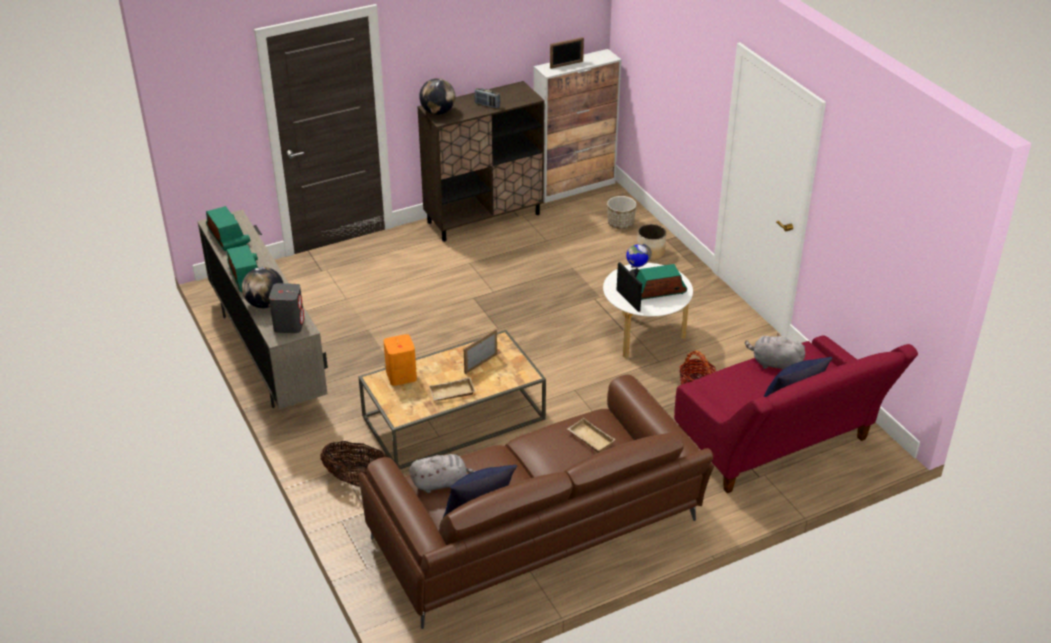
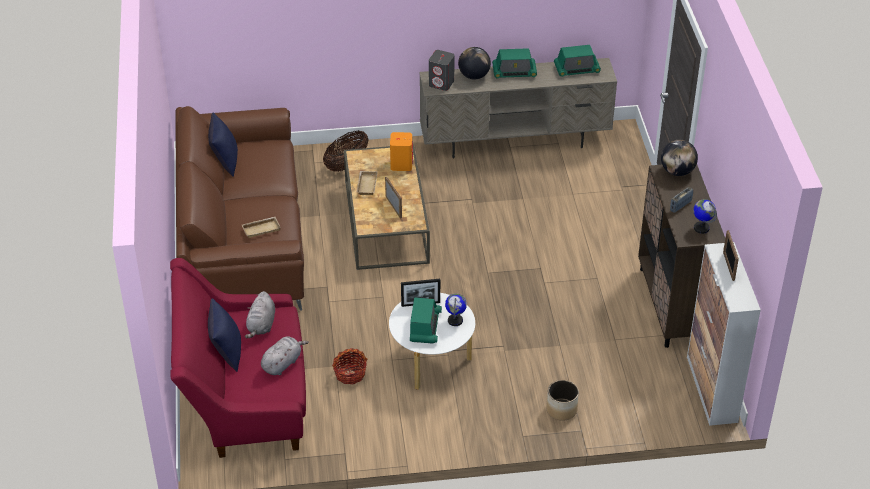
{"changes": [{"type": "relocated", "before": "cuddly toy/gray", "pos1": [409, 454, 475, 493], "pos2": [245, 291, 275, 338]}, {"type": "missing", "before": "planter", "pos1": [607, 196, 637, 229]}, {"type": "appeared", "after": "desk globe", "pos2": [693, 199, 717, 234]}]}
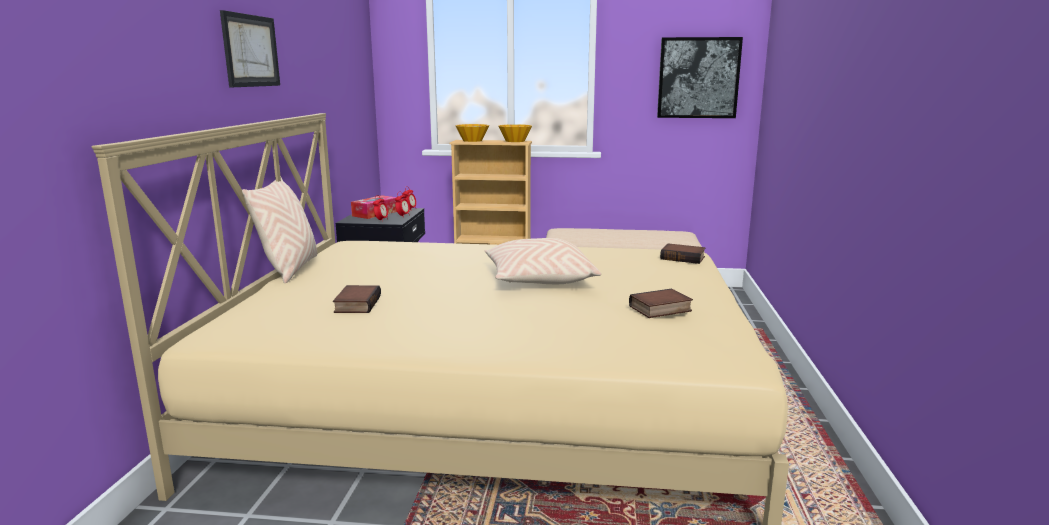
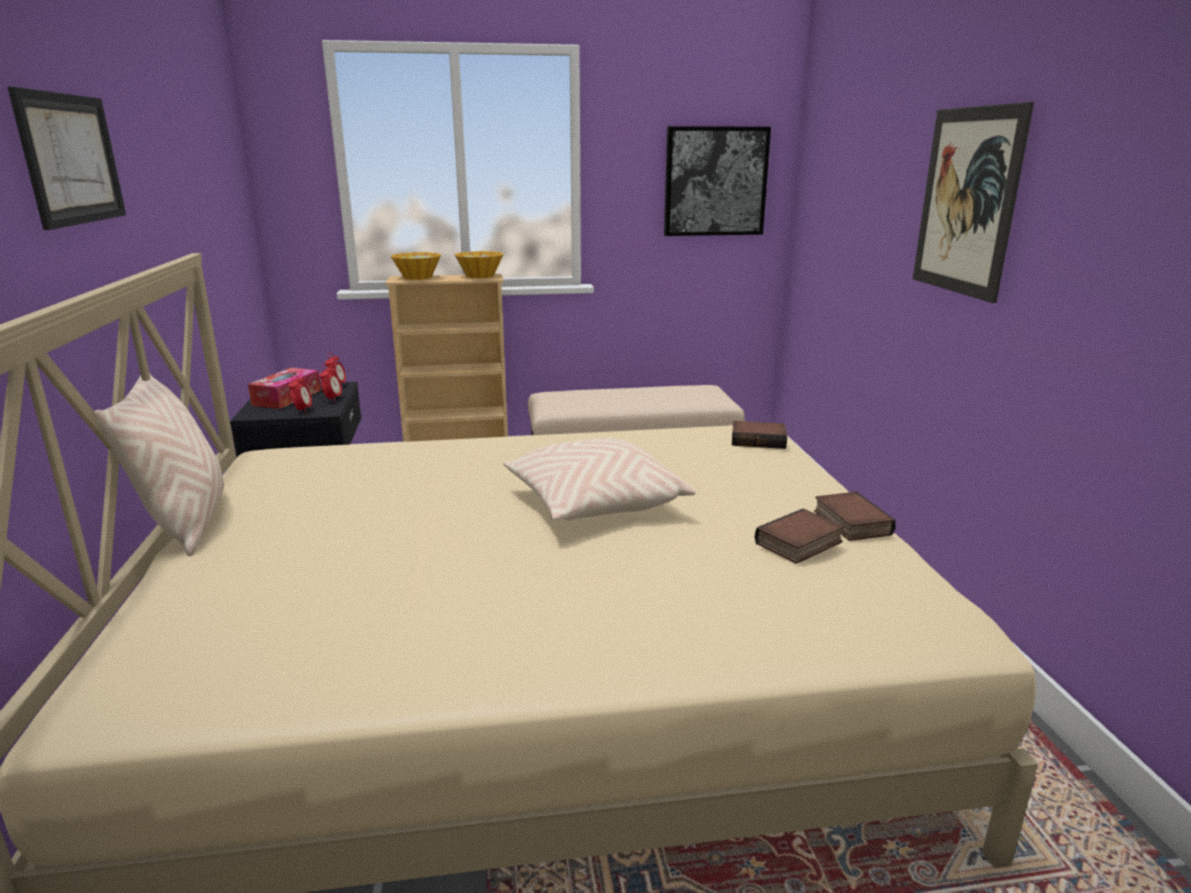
{"changes": [{"type": "relocated", "before": "volume", "pos1": [333, 285, 381, 313], "pos2": [814, 492, 896, 541]}, {"type": "appeared", "after": "wall art", "pos2": [913, 102, 1034, 303]}]}
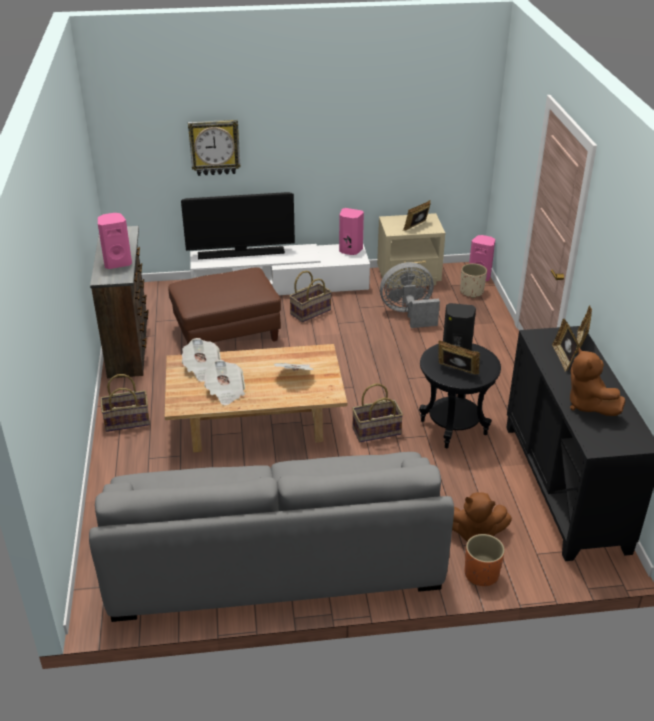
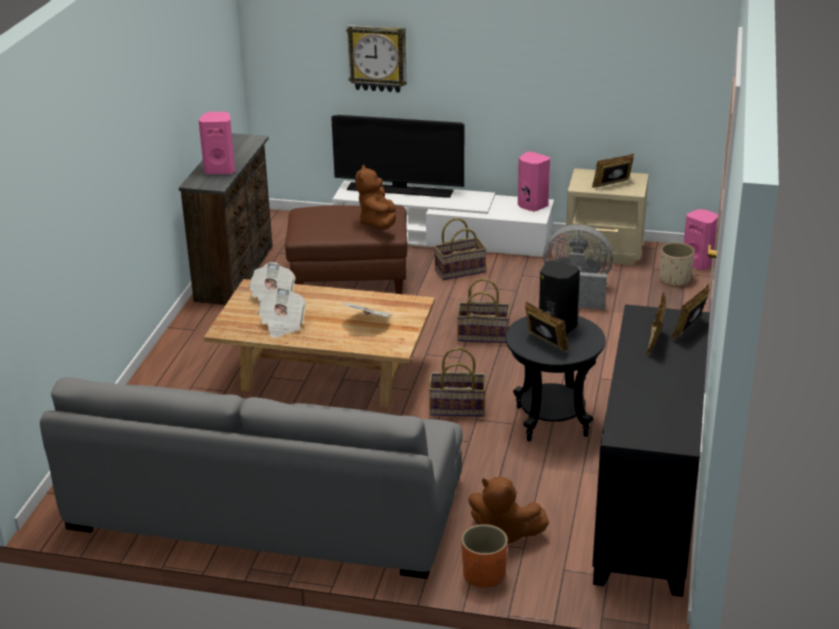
{"changes": [{"type": "relocated", "before": "household basket", "pos1": [100, 374, 150, 432], "pos2": [457, 278, 510, 343]}, {"type": "relocated", "before": "cuddly toy/brownish", "pos1": [570, 347, 625, 416], "pos2": [355, 165, 396, 229]}]}
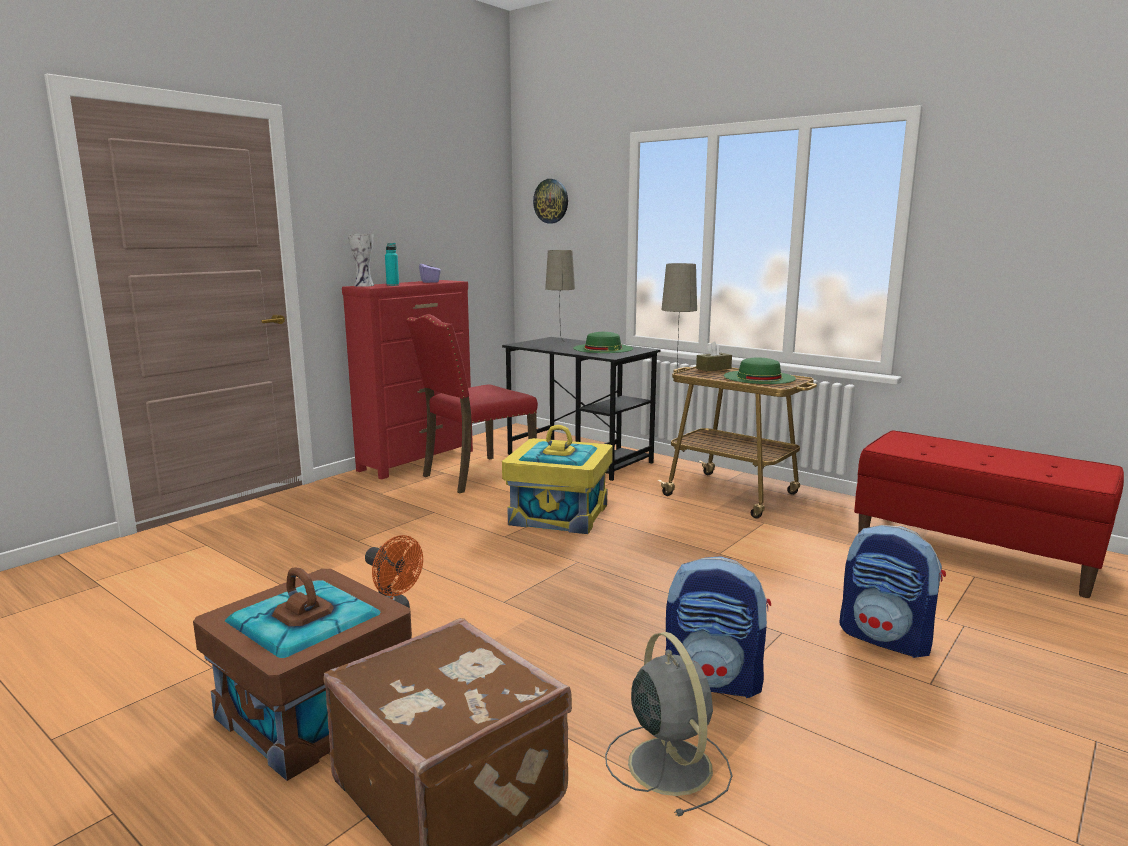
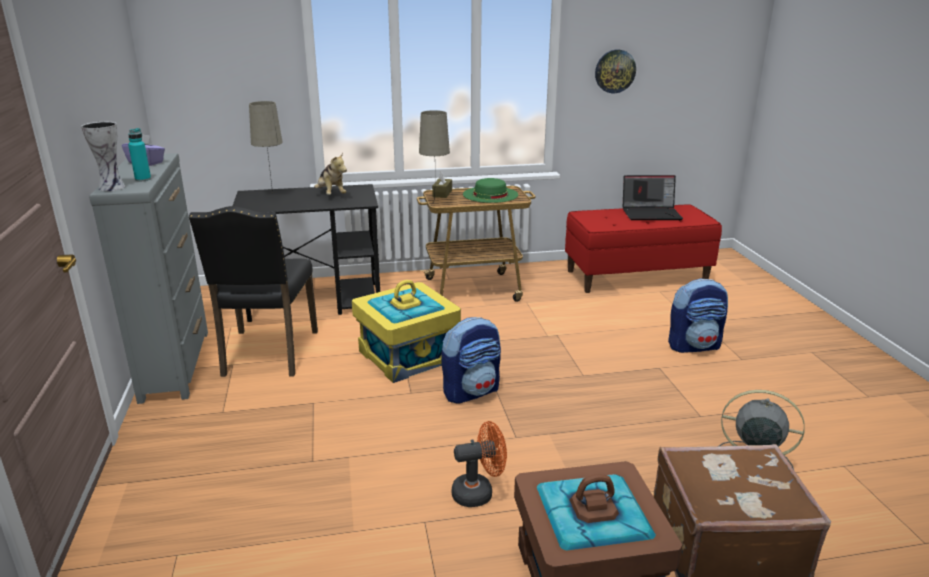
{"changes": [{"type": "colour", "before": "chest of drawers/reddish", "after": "chest of drawers/gray", "pos1": [342, 280, 473, 480], "pos2": [89, 153, 208, 404]}, {"type": "colour", "before": "upright chair/reddish", "after": "upright chair/blackish", "pos1": [406, 314, 538, 493], "pos2": [189, 206, 318, 377]}, {"type": "relocated", "before": "clock on the wall", "pos1": [533, 179, 568, 223], "pos2": [595, 50, 636, 93]}, {"type": "exchanged", "before": "wearable hat/green-coloured", "after": "cuddly toy", "pos1": [573, 332, 633, 353], "pos2": [314, 152, 347, 195]}, {"type": "relocated", "before": "knapsack", "pos1": [665, 556, 771, 698], "pos2": [441, 317, 501, 404]}, {"type": "appeared", "after": "portable computer", "pos2": [623, 175, 683, 220]}]}
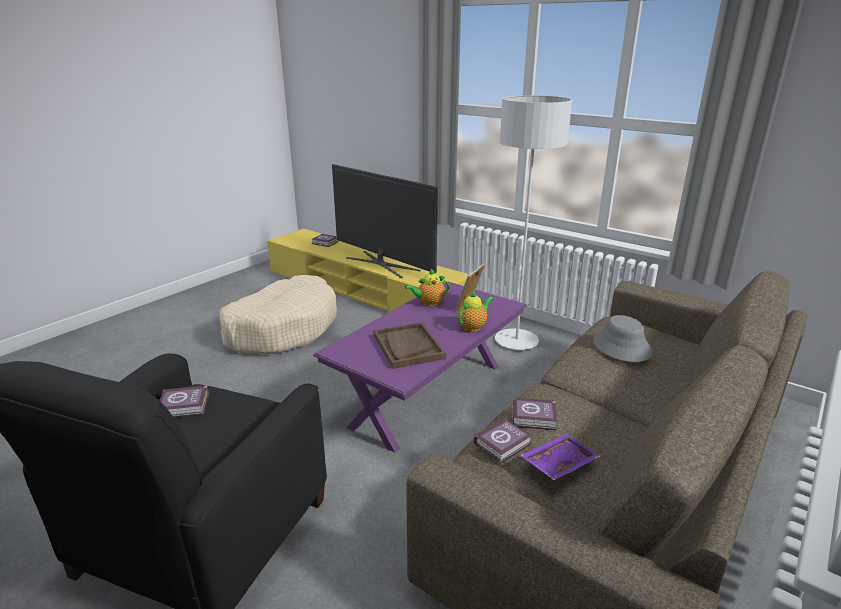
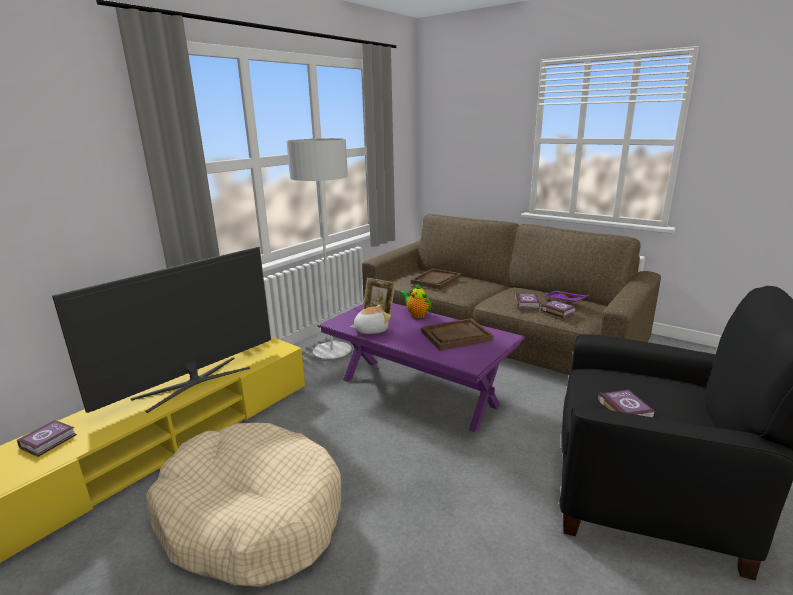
{"changes": [{"type": "exchanged", "before": "pot for tea", "after": "cuddly toy", "pos1": [405, 269, 449, 307], "pos2": [350, 304, 391, 334]}, {"type": "exchanged", "before": "wearable hat/gray", "after": "carrying tray/brownish", "pos1": [593, 315, 653, 362], "pos2": [411, 269, 461, 290]}]}
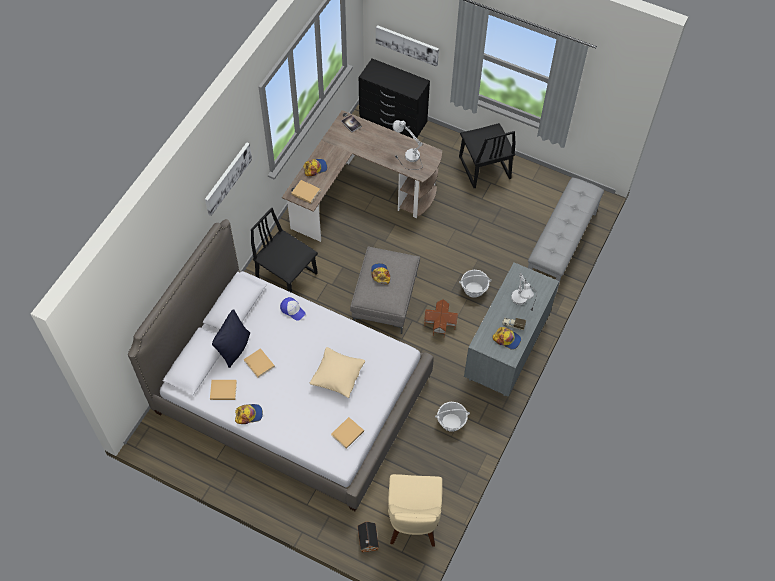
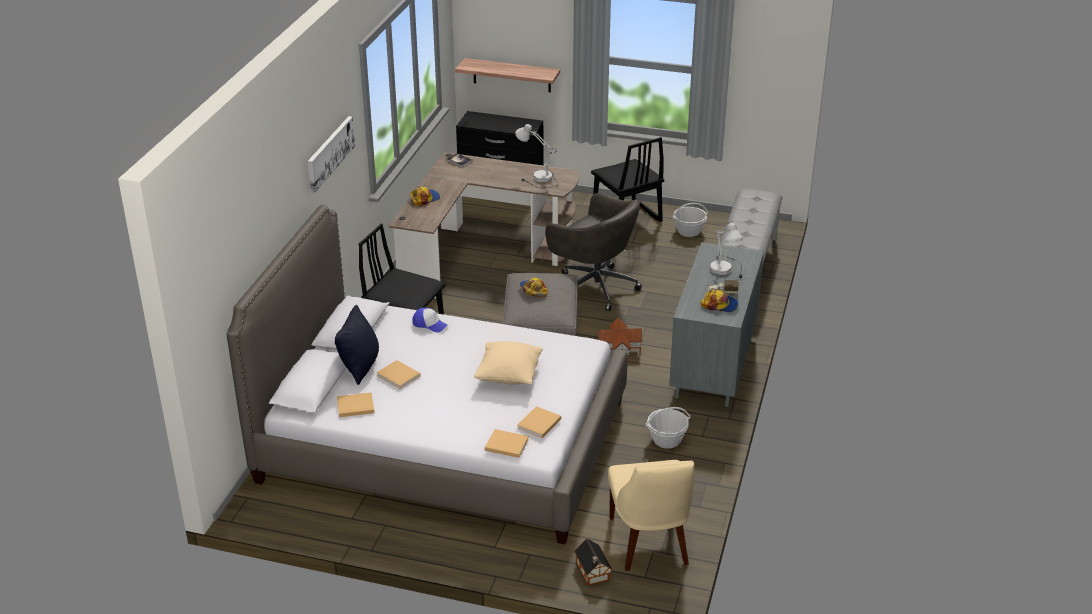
{"changes": [{"type": "missing", "before": "baseball cap", "pos1": [235, 404, 263, 424]}, {"type": "relocated", "before": "volume/sand-coloured", "pos1": [291, 180, 320, 203], "pos2": [485, 429, 529, 458]}, {"type": "exchanged", "before": "wall art", "after": "bracket shelf", "pos1": [376, 25, 439, 67], "pos2": [455, 58, 560, 93]}, {"type": "relocated", "before": "household basket", "pos1": [459, 270, 492, 298], "pos2": [672, 203, 709, 237]}, {"type": "appeared", "after": "office chair/gray", "pos2": [545, 193, 642, 311]}]}
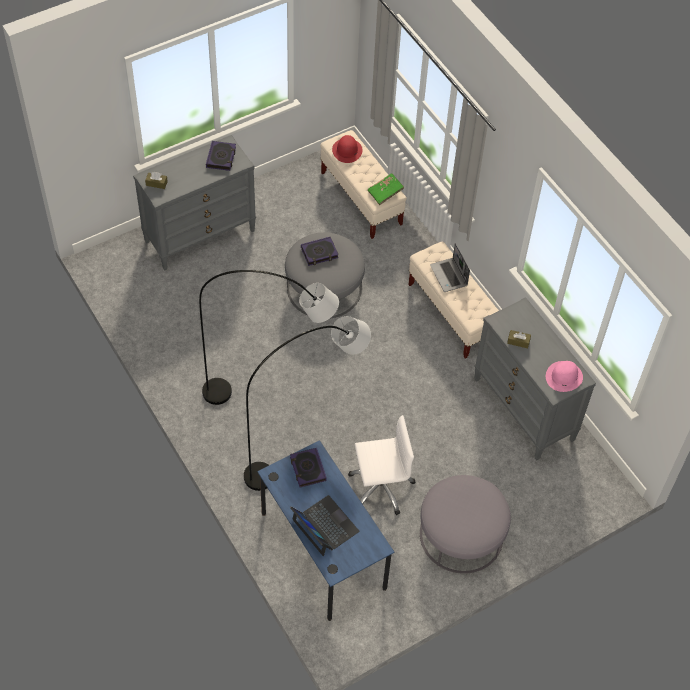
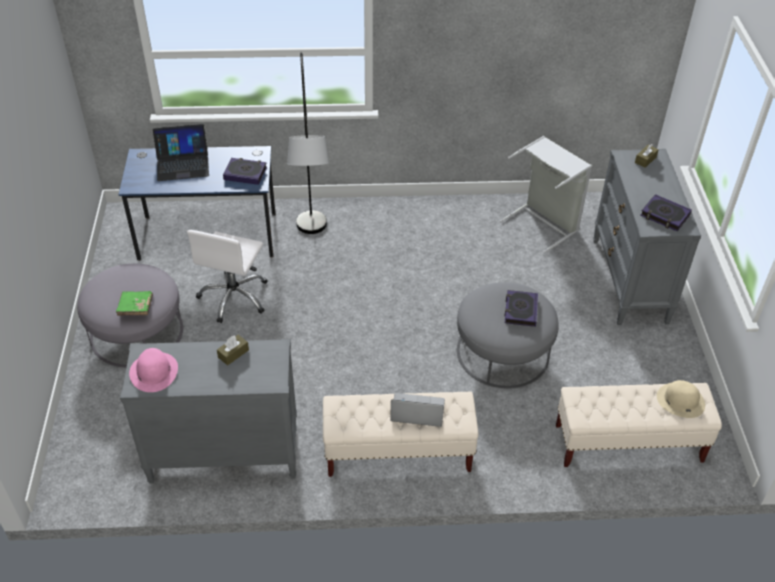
{"changes": [{"type": "missing", "before": "standing lamp/gray", "pos1": [199, 270, 339, 405]}, {"type": "colour", "before": "wearable hat/reddish", "after": "wearable hat/sand-coloured", "pos1": [332, 135, 363, 163], "pos2": [657, 380, 705, 418]}, {"type": "relocated", "before": "volume/green-coloured", "pos1": [368, 174, 404, 205], "pos2": [116, 291, 153, 316]}, {"type": "appeared", "after": "hamper/gray", "pos2": [500, 136, 592, 253]}]}
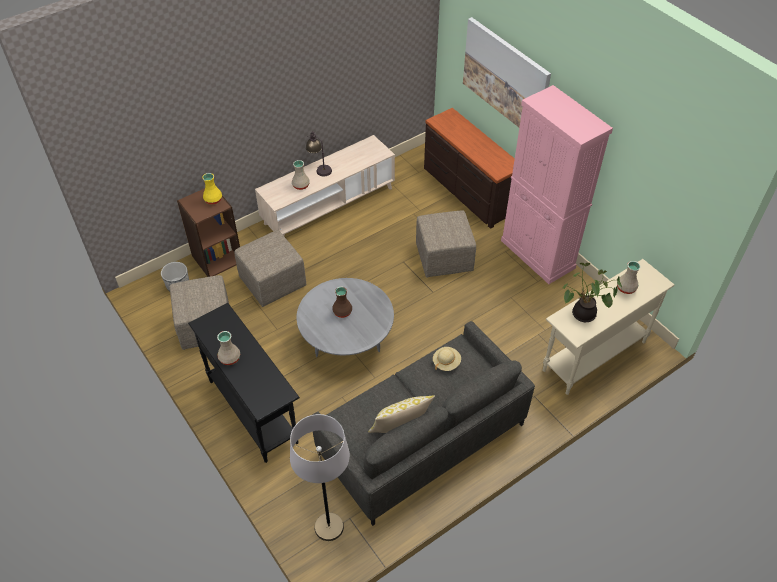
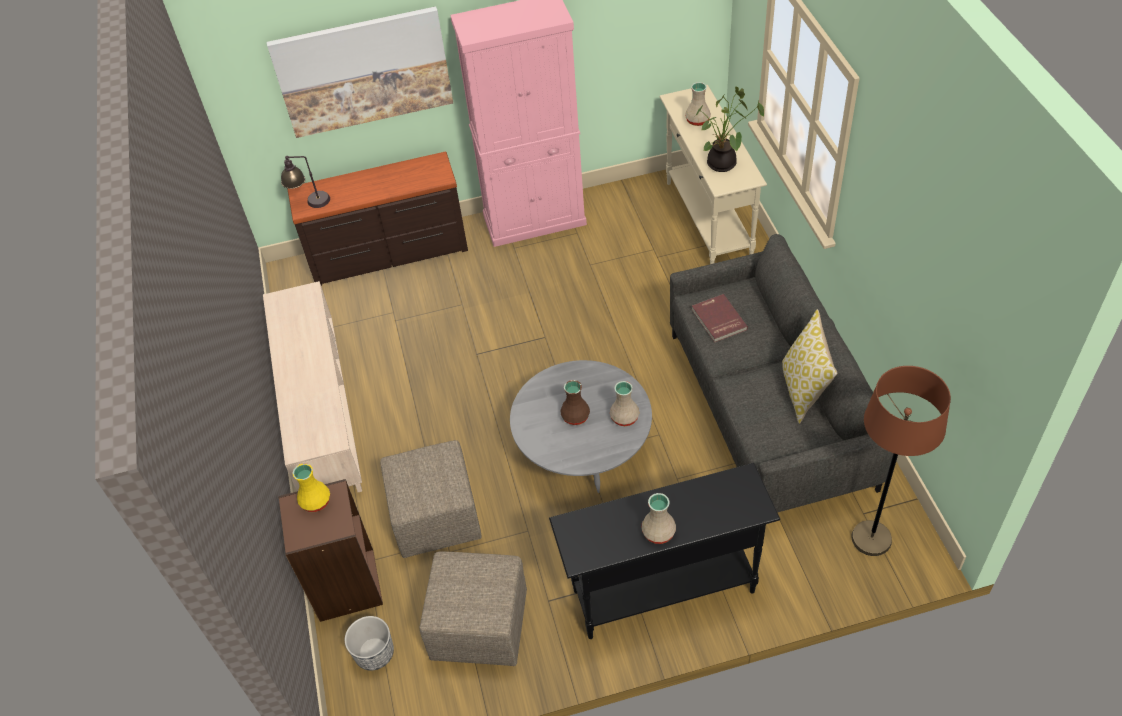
{"changes": [{"type": "colour", "before": "standing lamp/gray", "after": "standing lamp/brownish", "pos1": [290, 414, 350, 541], "pos2": [851, 366, 951, 556]}, {"type": "relocated", "before": "vase/sand-coloured", "pos1": [292, 160, 310, 190], "pos2": [610, 381, 639, 426]}, {"type": "relocated", "before": "table lamp", "pos1": [306, 131, 332, 177], "pos2": [281, 156, 330, 208]}, {"type": "missing", "before": "ottoman/sand-coloured", "pos1": [416, 210, 476, 277]}, {"type": "exchanged", "before": "wearable hat/sand-coloured", "after": "volume/reddish", "pos1": [433, 347, 461, 371], "pos2": [692, 294, 748, 343]}]}
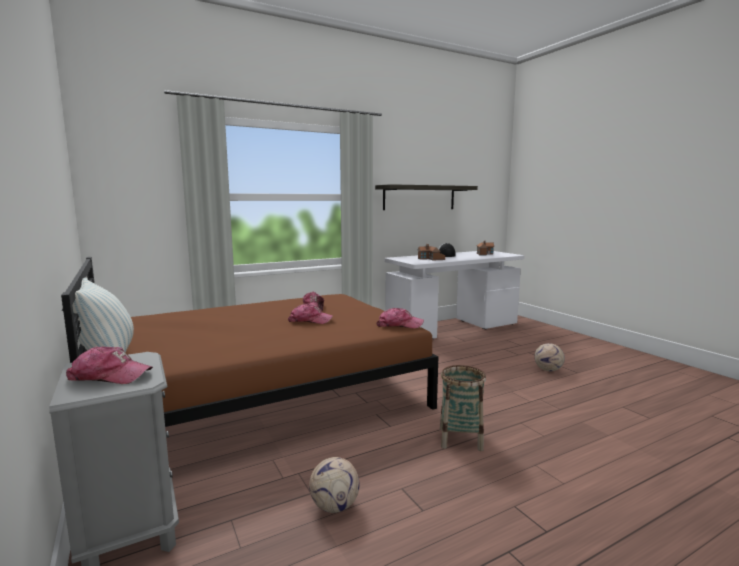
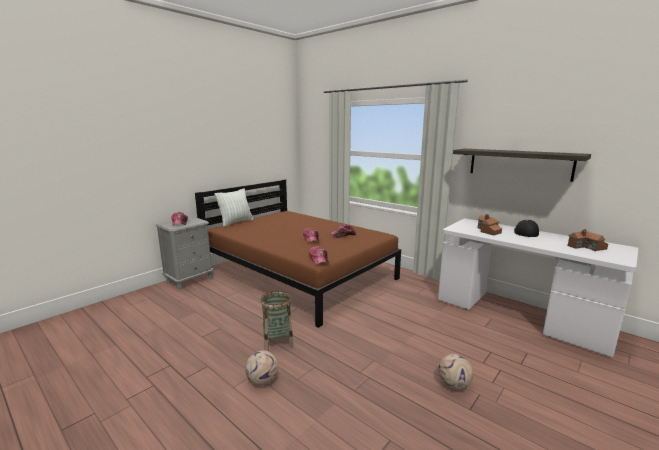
{"changes": [{"type": "relocated", "before": "football", "pos1": [309, 457, 360, 513], "pos2": [245, 350, 278, 385]}]}
